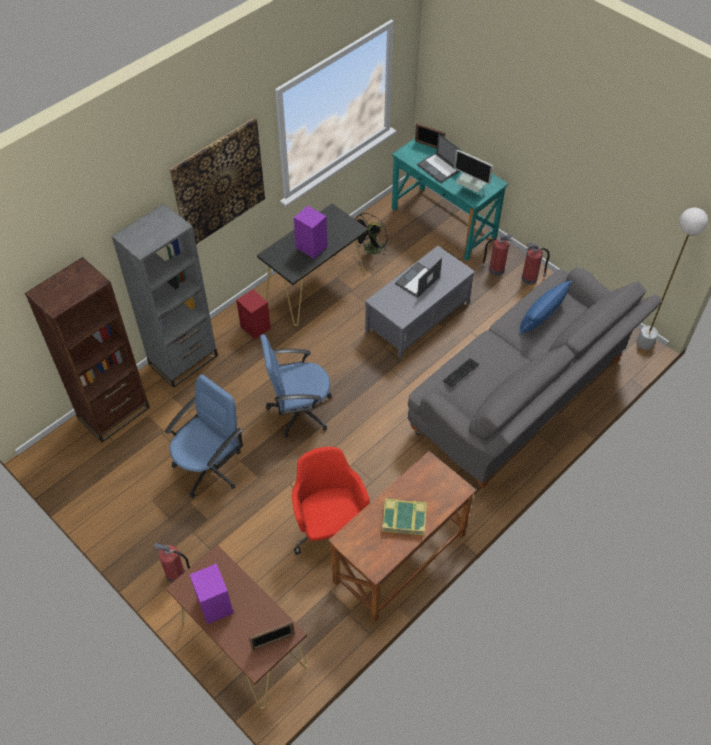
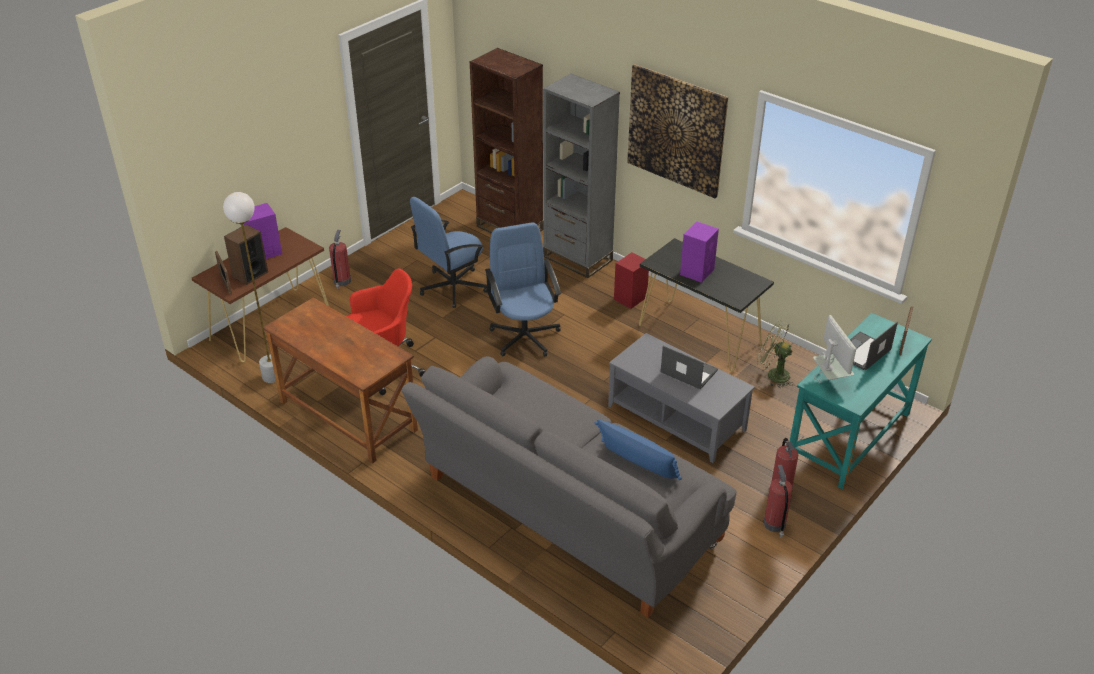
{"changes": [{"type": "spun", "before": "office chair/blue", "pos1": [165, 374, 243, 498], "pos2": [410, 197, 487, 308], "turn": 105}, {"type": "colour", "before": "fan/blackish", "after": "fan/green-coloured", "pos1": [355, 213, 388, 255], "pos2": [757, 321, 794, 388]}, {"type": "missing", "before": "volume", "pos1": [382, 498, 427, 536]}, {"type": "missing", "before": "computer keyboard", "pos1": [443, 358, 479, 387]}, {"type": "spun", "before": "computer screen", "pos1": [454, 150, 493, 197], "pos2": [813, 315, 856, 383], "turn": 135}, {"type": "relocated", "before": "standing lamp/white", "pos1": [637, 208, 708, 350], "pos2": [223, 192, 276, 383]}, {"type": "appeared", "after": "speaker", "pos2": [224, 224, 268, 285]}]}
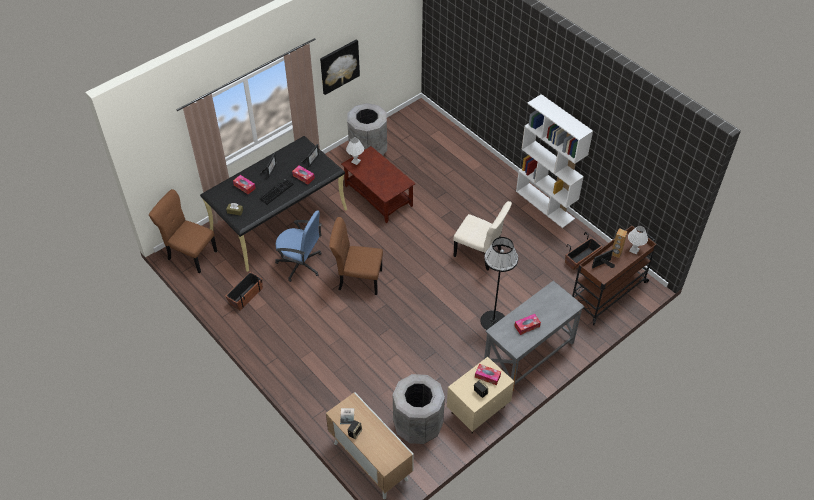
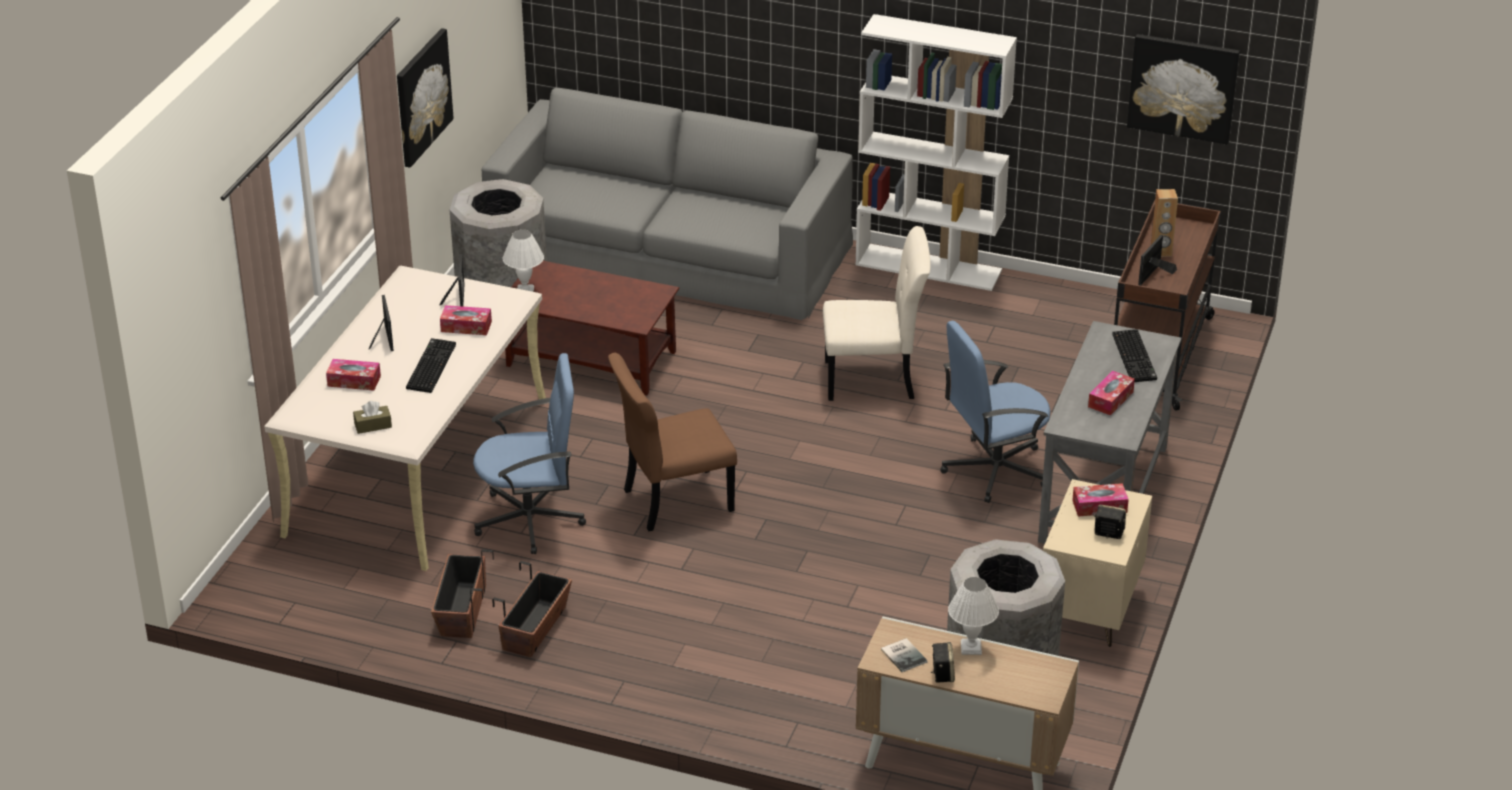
{"changes": [{"type": "missing", "before": "upright chair/brownish", "pos1": [149, 189, 217, 273]}, {"type": "colour", "before": "desk unit/blackish", "after": "desk unit/sand-coloured", "pos1": [200, 136, 347, 272], "pos2": [264, 266, 546, 571]}, {"type": "exchanged", "before": "standing lamp/blackish", "after": "office chair/blue", "pos1": [480, 237, 518, 330], "pos2": [940, 321, 1051, 503]}, {"type": "relocated", "before": "planter", "pos1": [565, 232, 602, 270], "pos2": [492, 561, 572, 657]}, {"type": "relocated", "before": "table lamp/white", "pos1": [628, 226, 648, 255], "pos2": [948, 577, 999, 655]}, {"type": "appeared", "after": "sofa/gray", "pos2": [482, 88, 853, 320]}, {"type": "appeared", "after": "computer keyboard", "pos2": [1112, 329, 1157, 382]}, {"type": "appeared", "after": "wall art", "pos2": [1127, 34, 1240, 145]}]}
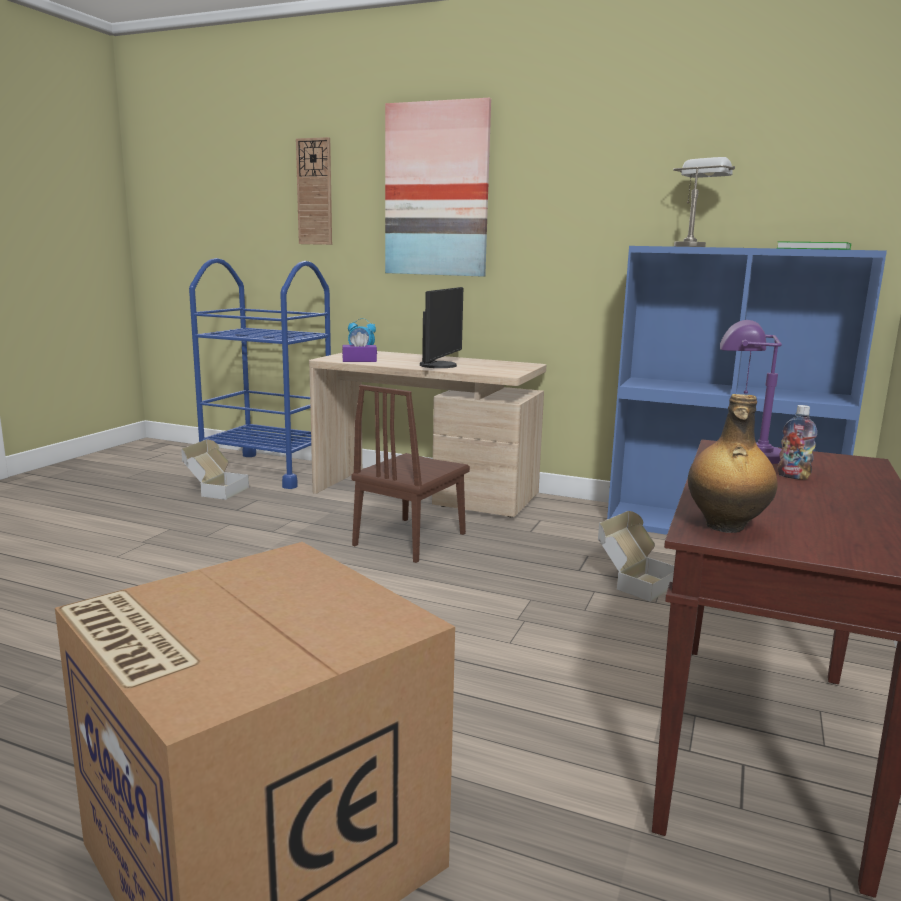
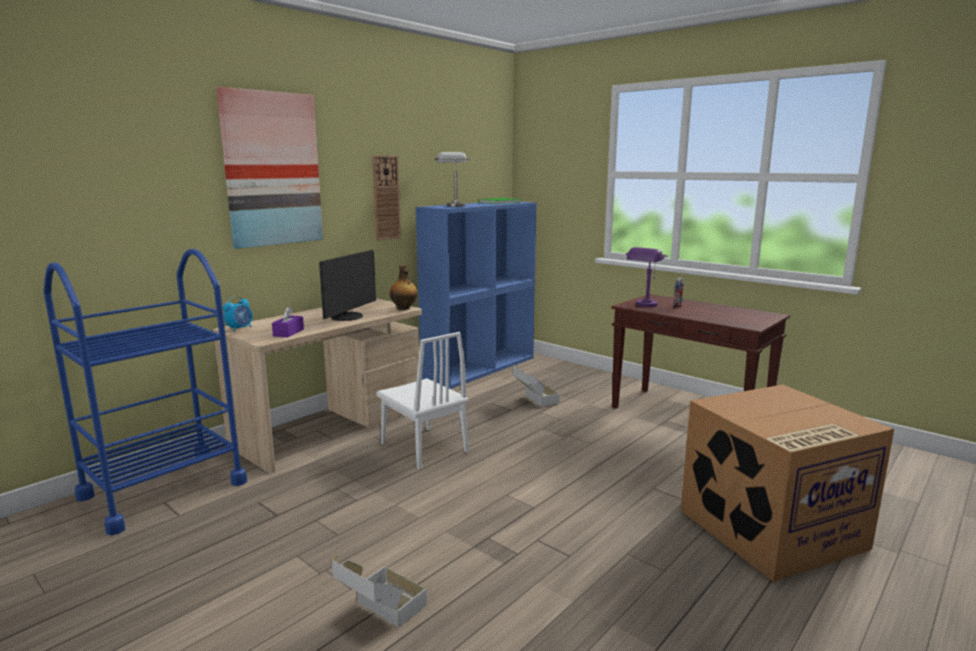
{"changes": [{"type": "relocated", "before": "cardboard box", "pos1": [181, 440, 249, 500], "pos2": [331, 556, 427, 628]}, {"type": "relocated", "before": "clock on the wall", "pos1": [296, 137, 332, 245], "pos2": [372, 156, 401, 241]}, {"type": "colour", "before": "upright chair/brownish", "after": "upright chair/white", "pos1": [351, 385, 470, 563], "pos2": [377, 332, 469, 469]}, {"type": "spun", "before": "computer screen", "pos1": [420, 287, 463, 368], "pos2": [319, 250, 376, 321], "turn": 75}, {"type": "relocated", "before": "bottle", "pos1": [688, 394, 777, 533], "pos2": [390, 264, 418, 310]}]}
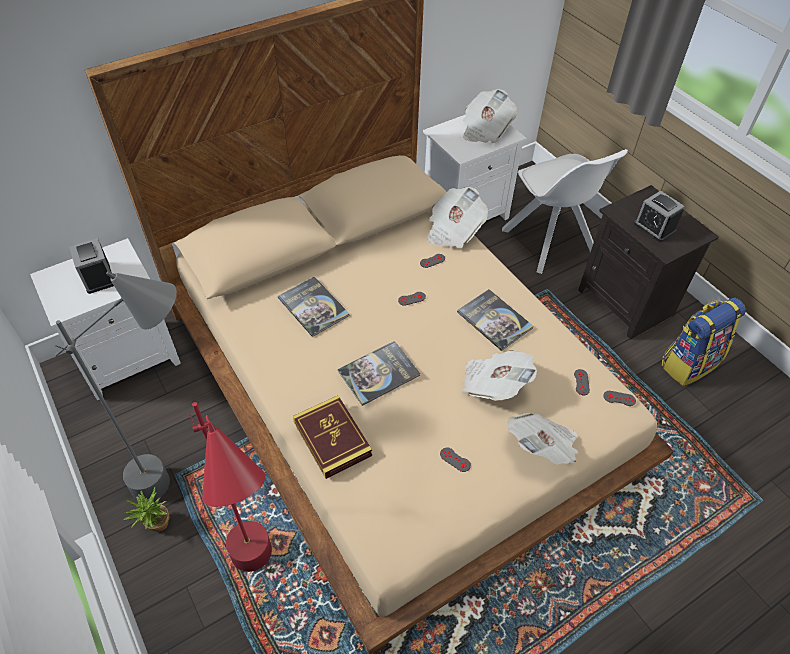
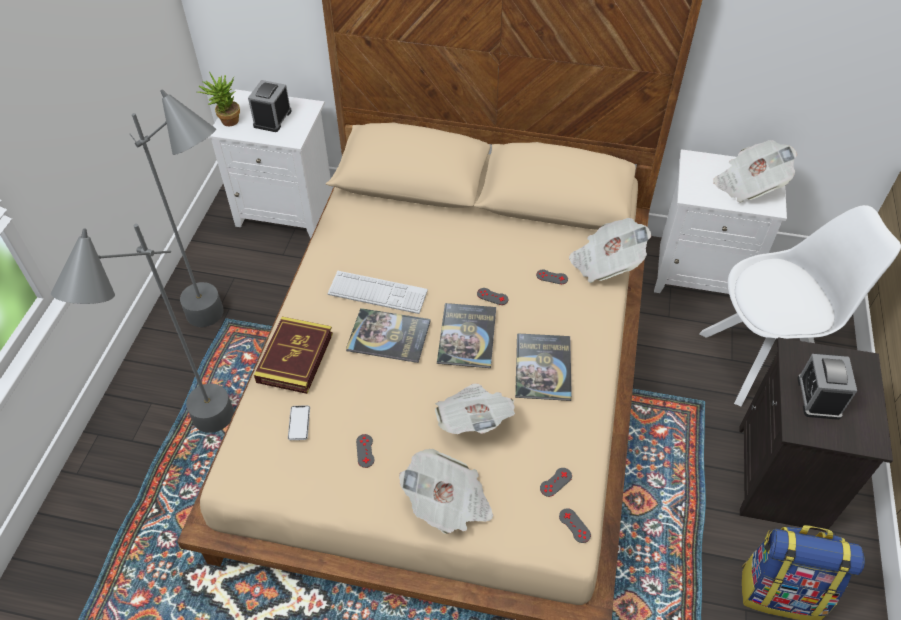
{"changes": [{"type": "relocated", "before": "potted plant", "pos1": [124, 487, 169, 532], "pos2": [197, 72, 240, 126]}, {"type": "colour", "before": "standing lamp/reddish", "after": "standing lamp/gray", "pos1": [190, 402, 272, 572], "pos2": [51, 224, 234, 433]}, {"type": "relocated", "before": "volume", "pos1": [278, 276, 350, 337], "pos2": [437, 303, 496, 368]}, {"type": "spun", "before": "upright chair/white", "pos1": [502, 149, 628, 274], "pos2": [699, 205, 901, 406], "turn": -120}, {"type": "appeared", "after": "telephone", "pos2": [288, 405, 310, 440]}, {"type": "appeared", "after": "computer keyboard", "pos2": [327, 271, 428, 314]}]}
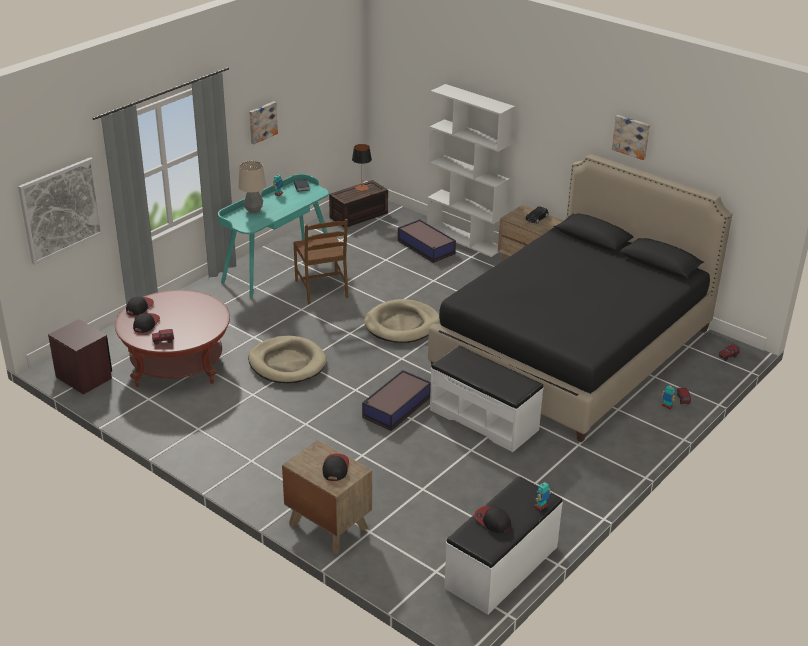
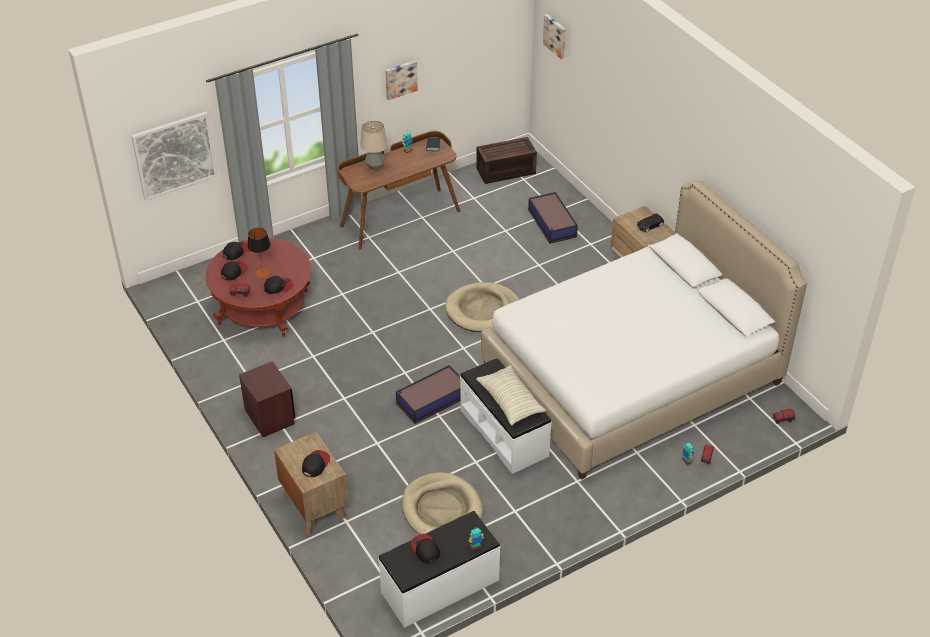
{"changes": [{"type": "relocated", "before": "bedside table/brownish", "pos1": [48, 319, 112, 395], "pos2": [239, 361, 295, 437]}, {"type": "colour", "before": "desk unit/turquoise-coloured", "after": "desk unit/brownish", "pos1": [218, 174, 329, 298], "pos2": [337, 131, 460, 249]}, {"type": "relocated", "before": "dog bed/sand-coloured", "pos1": [248, 336, 327, 383], "pos2": [402, 472, 483, 534]}, {"type": "missing", "before": "upright chair/brownish", "pos1": [294, 219, 348, 304]}, {"type": "relocated", "before": "table lamp", "pos1": [352, 144, 372, 191], "pos2": [247, 228, 271, 278]}, {"type": "missing", "before": "bookshelf/white", "pos1": [427, 84, 515, 257]}, {"type": "colour", "before": "bed/blackish", "after": "bed/white", "pos1": [428, 154, 732, 443], "pos2": [481, 180, 807, 480]}, {"type": "relocated", "before": "wall art", "pos1": [612, 115, 650, 160], "pos2": [543, 14, 566, 59]}, {"type": "appeared", "after": "baseball cap", "pos2": [264, 276, 293, 294]}, {"type": "appeared", "after": "cushion", "pos2": [476, 365, 546, 426]}]}
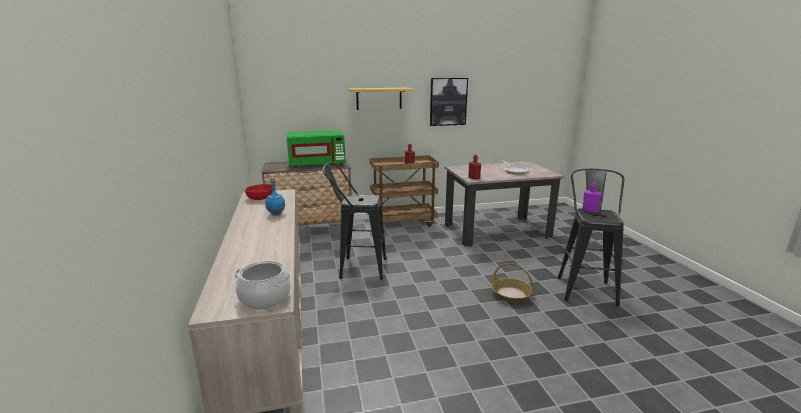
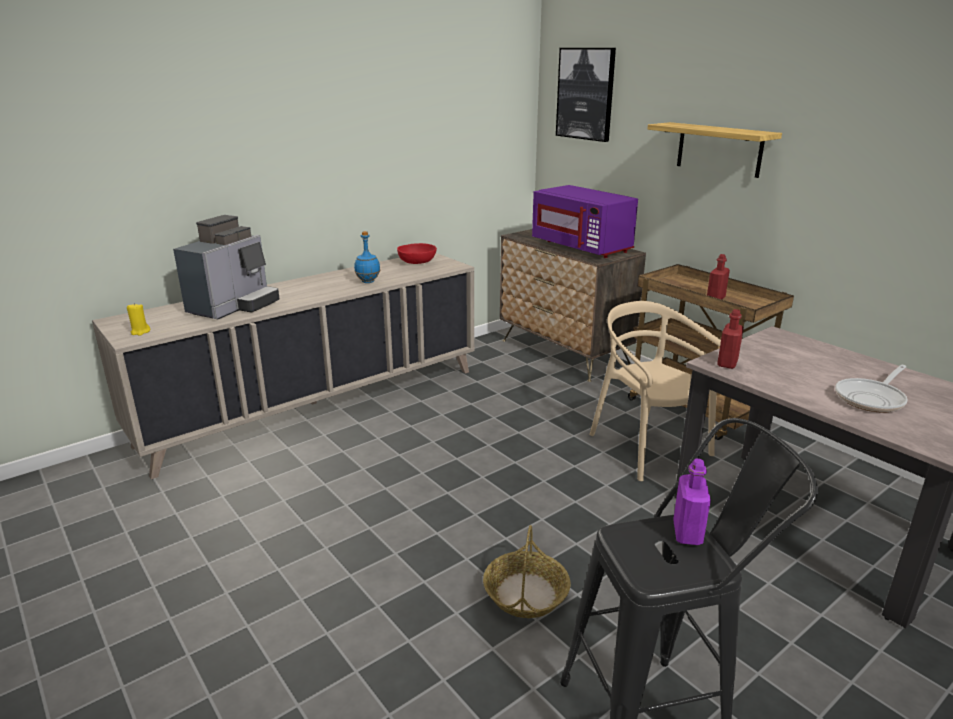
{"changes": [{"type": "exchanged", "before": "stockpot", "after": "wax candle/yellowish", "pos1": [234, 260, 291, 310], "pos2": [127, 303, 150, 336]}, {"type": "colour", "before": "microwave/green-coloured", "after": "microwave/purple", "pos1": [287, 130, 345, 167], "pos2": [532, 185, 638, 258]}, {"type": "missing", "before": "stool/blackish", "pos1": [322, 163, 386, 279]}, {"type": "relocated", "before": "wall art", "pos1": [430, 78, 468, 126], "pos2": [556, 48, 616, 142]}, {"type": "appeared", "after": "coffee machine", "pos2": [173, 215, 280, 319]}, {"type": "appeared", "after": "upright chair/sand-coloured", "pos2": [590, 301, 721, 481]}]}
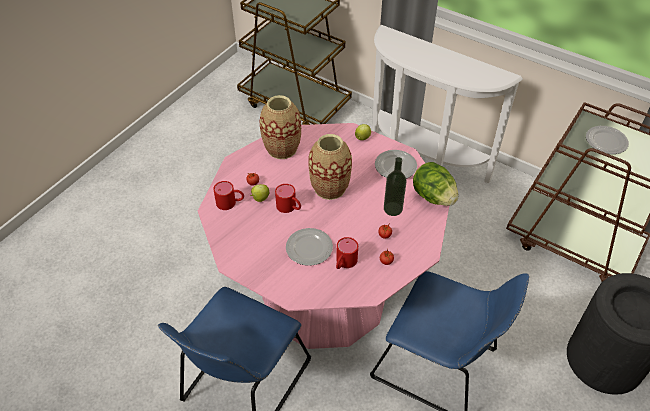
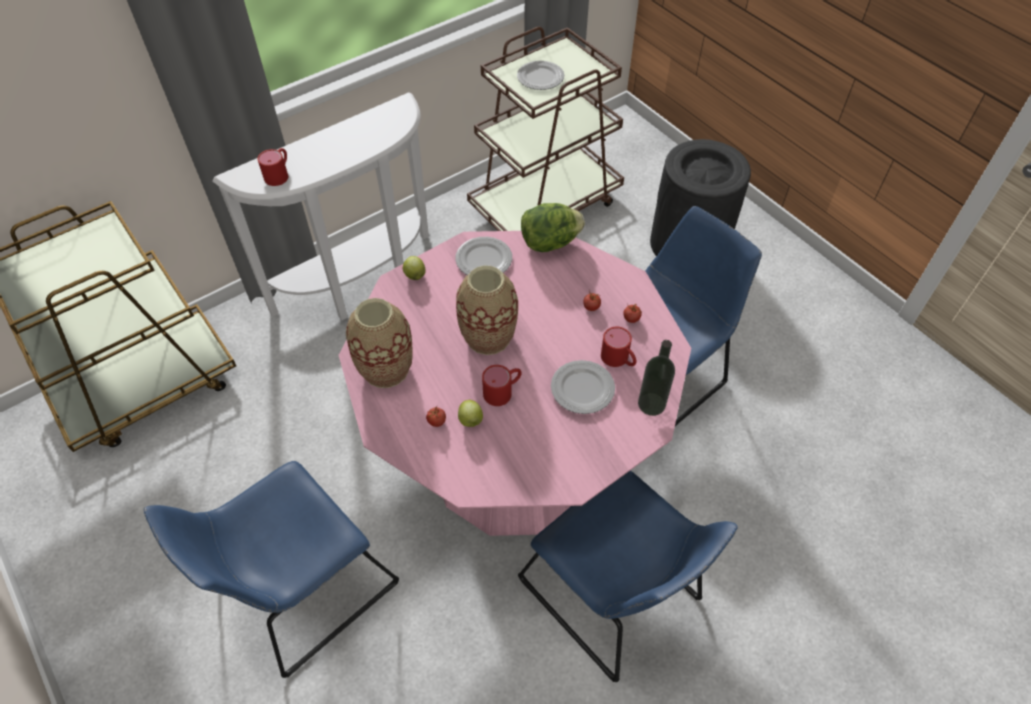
{"changes": [{"type": "relocated", "before": "coffee mug/reddish", "pos1": [213, 181, 244, 210], "pos2": [257, 148, 288, 186]}, {"type": "relocated", "before": "bottle", "pos1": [384, 157, 406, 216], "pos2": [638, 340, 675, 416]}, {"type": "appeared", "after": "upright chair/blue", "pos2": [144, 461, 399, 678]}]}
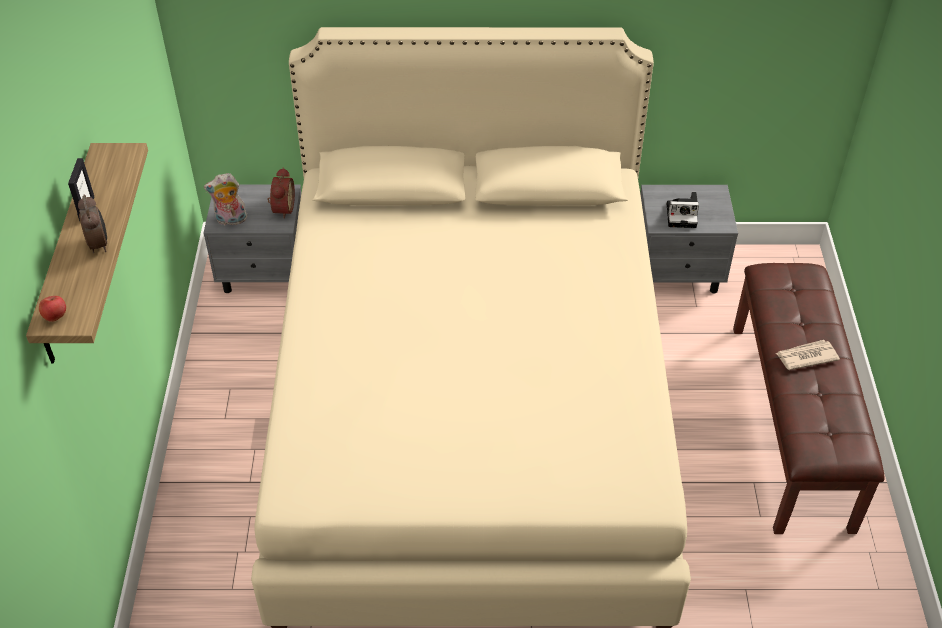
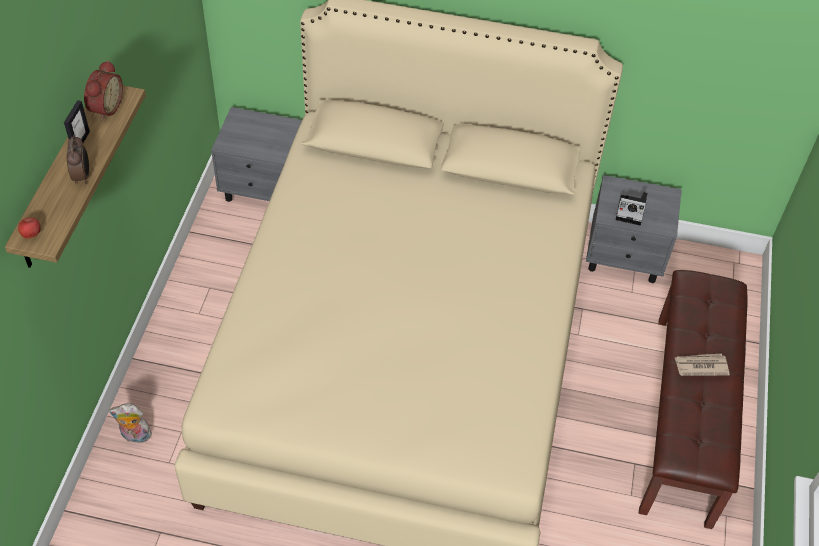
{"changes": [{"type": "relocated", "before": "cuddly toy", "pos1": [204, 173, 247, 225], "pos2": [109, 403, 153, 443]}, {"type": "relocated", "before": "alarm clock", "pos1": [267, 167, 295, 219], "pos2": [84, 60, 123, 120]}]}
